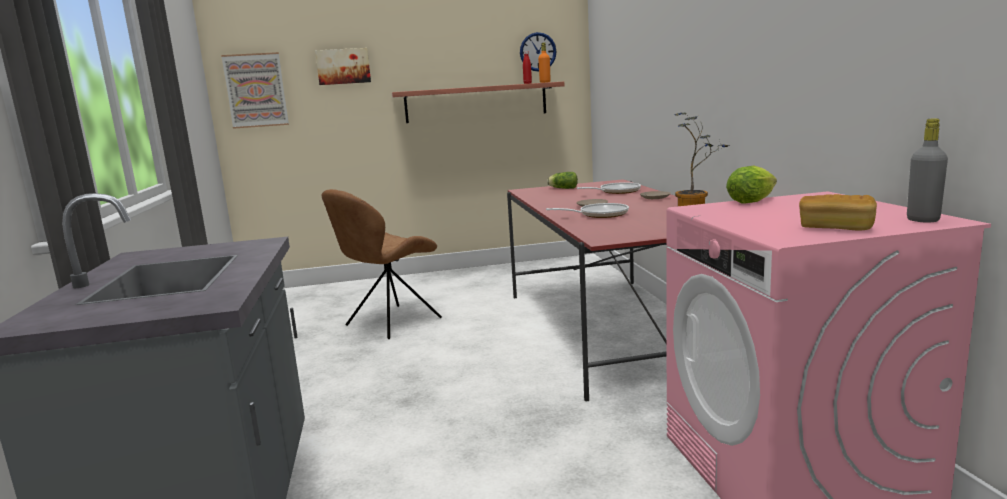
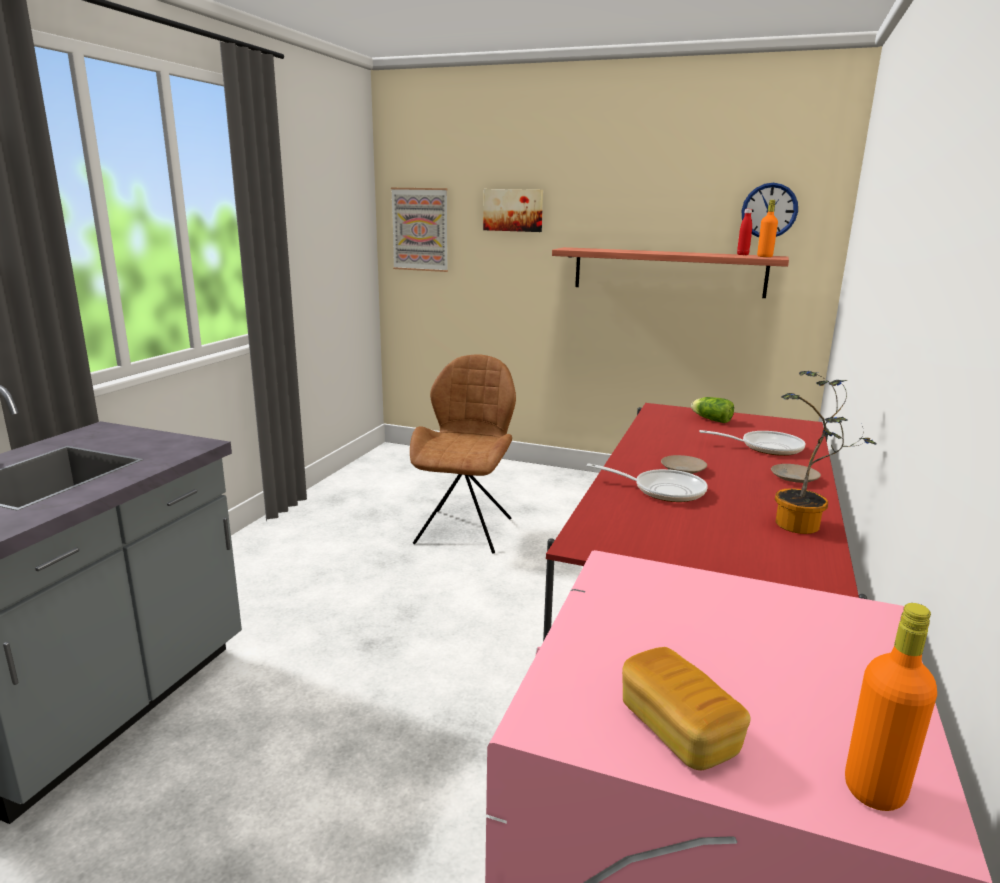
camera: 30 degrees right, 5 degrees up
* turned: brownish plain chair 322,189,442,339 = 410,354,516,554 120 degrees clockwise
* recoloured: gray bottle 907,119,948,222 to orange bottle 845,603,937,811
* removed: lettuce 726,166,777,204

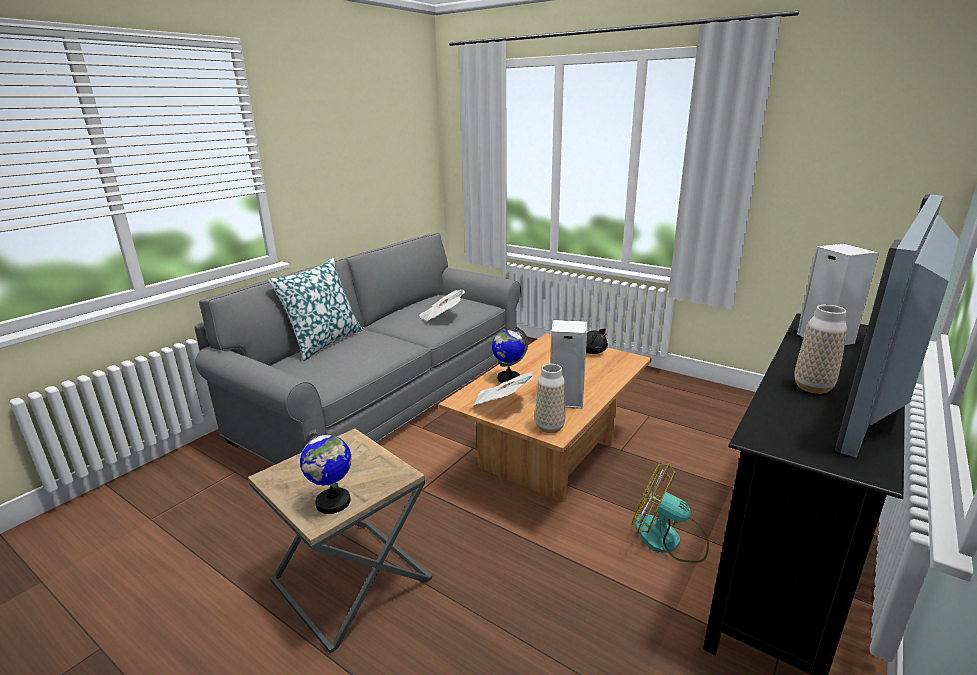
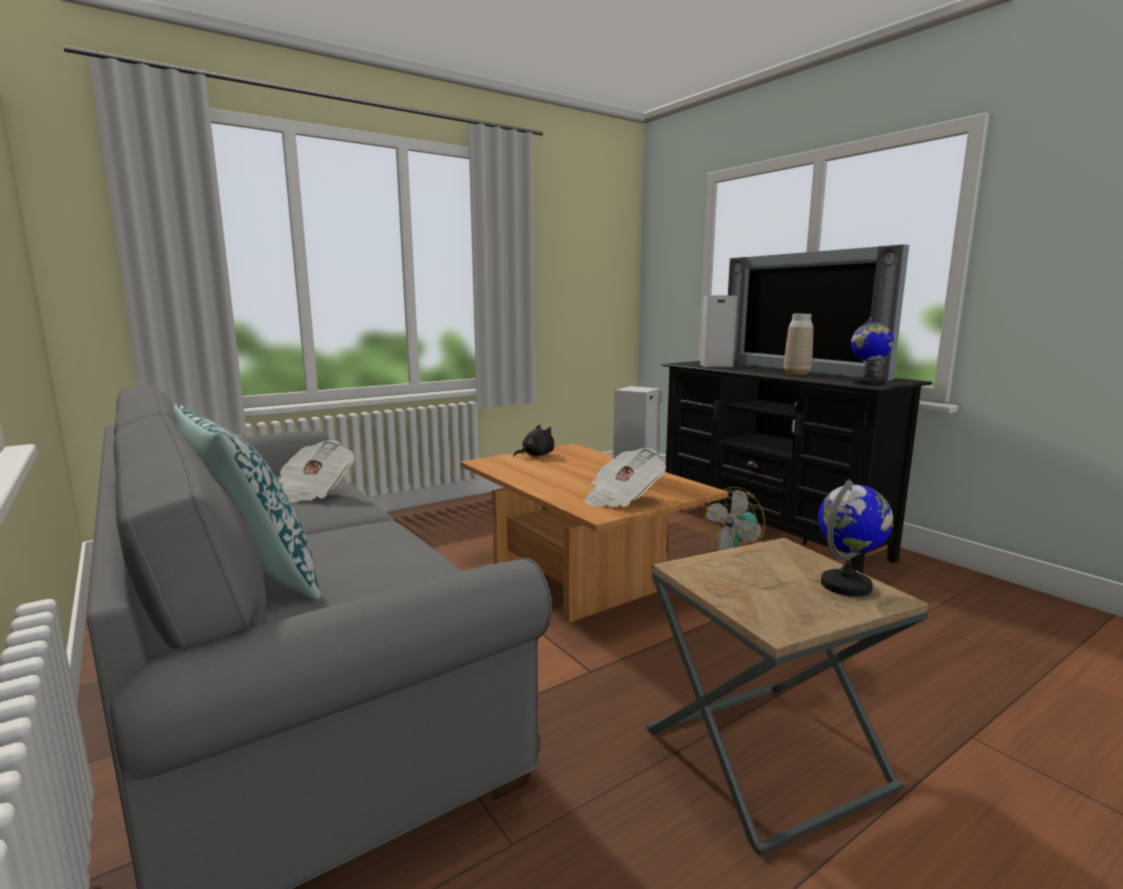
camera: 70 degrees left, 10 degrees down
* moved: globe 492,327,528,383 to 851,317,894,385
* removed: decorative vase 535,364,566,433

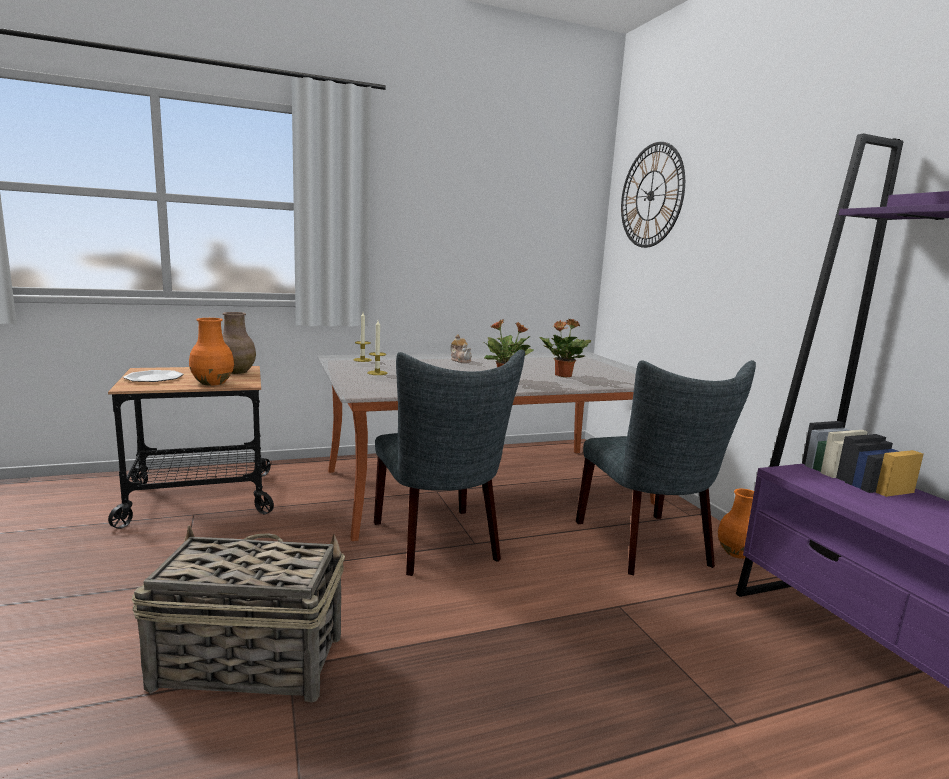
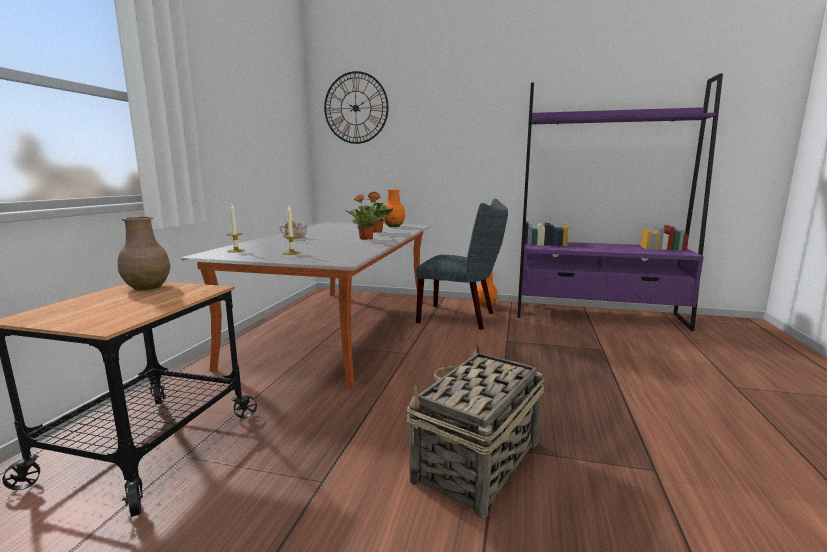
camera: 55 degrees left, 0 degrees up
* moved: orange decorative vase 189,318,234,385 to 383,190,405,227
* removed: dinner plate 123,370,184,382
* removed: gray plain chair 374,349,525,576

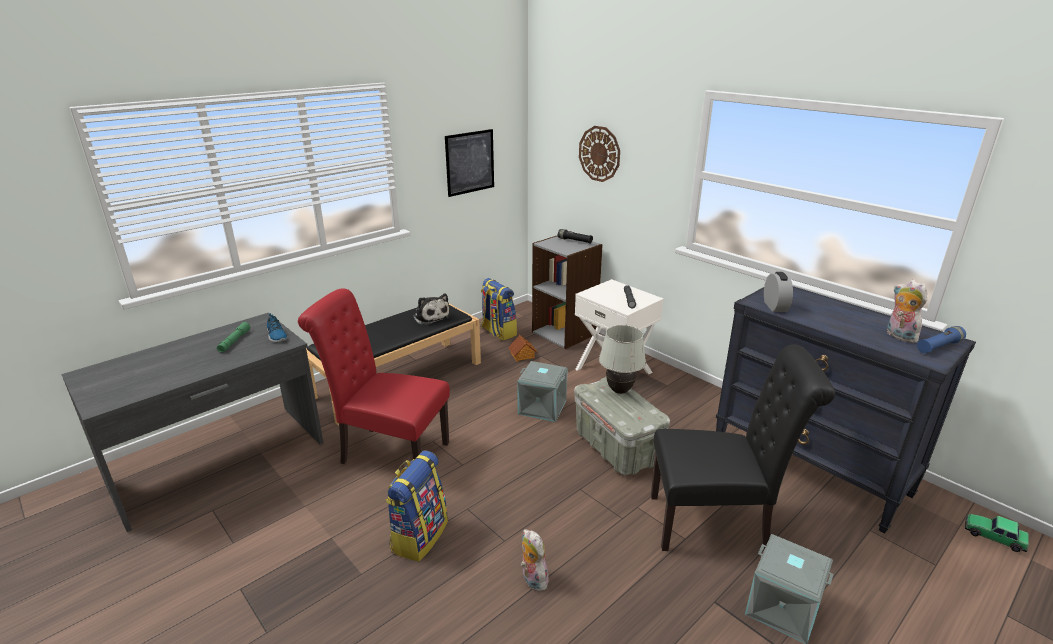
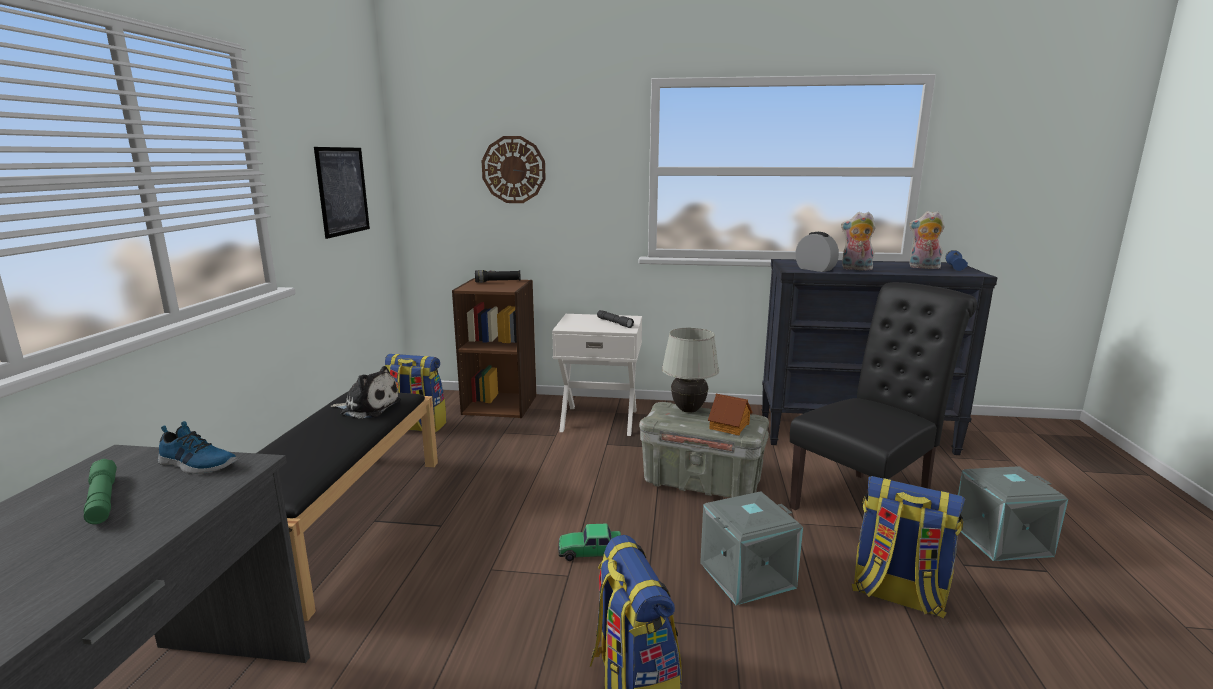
camera: 40 degrees left, 10 degrees down
* recoloured: gray shelving unit 532,235,603,349 to brownish shelving unit 452,278,537,418
* moved: toy car 965,514,1029,552 to 558,524,621,561
* moved: gray storage container 517,361,568,422 to 700,491,803,605
* moved: toy house 508,335,537,362 to 708,394,752,435
* moved: soft toy 520,529,549,591 to 841,212,876,270
* added: rucksack 852,476,965,618
* removed: red plain chair 298,288,450,464

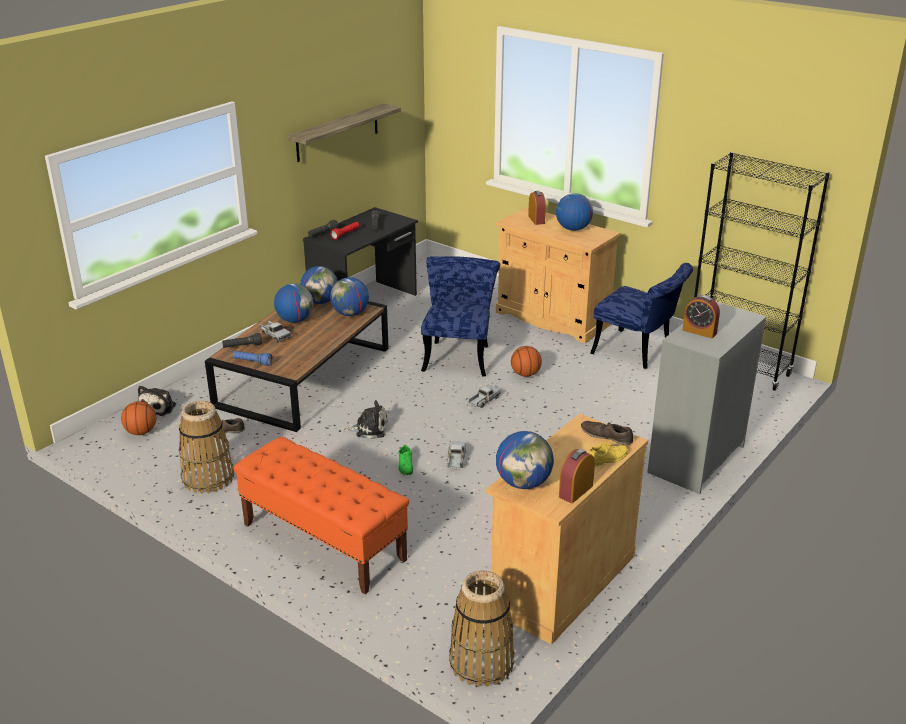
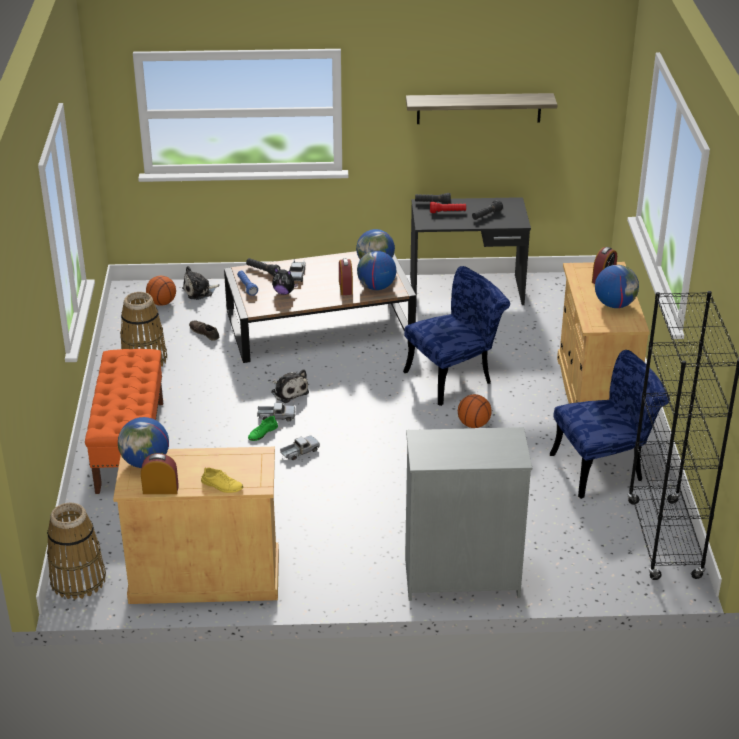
camera: 50 degrees right, 5 degrees up
* moved: toy lorry 469,385,501,408 to 257,403,296,421
* added: soft toy 272,268,298,295
* moved: table clock 683,295,720,338 to 339,258,353,295
* turned: bluish plain chair 590,263,693,369 = 550,350,670,499 105 degrees counterclockwise
* removed: globe 274,283,314,323
* removed: brownish item of footwear 581,421,633,445

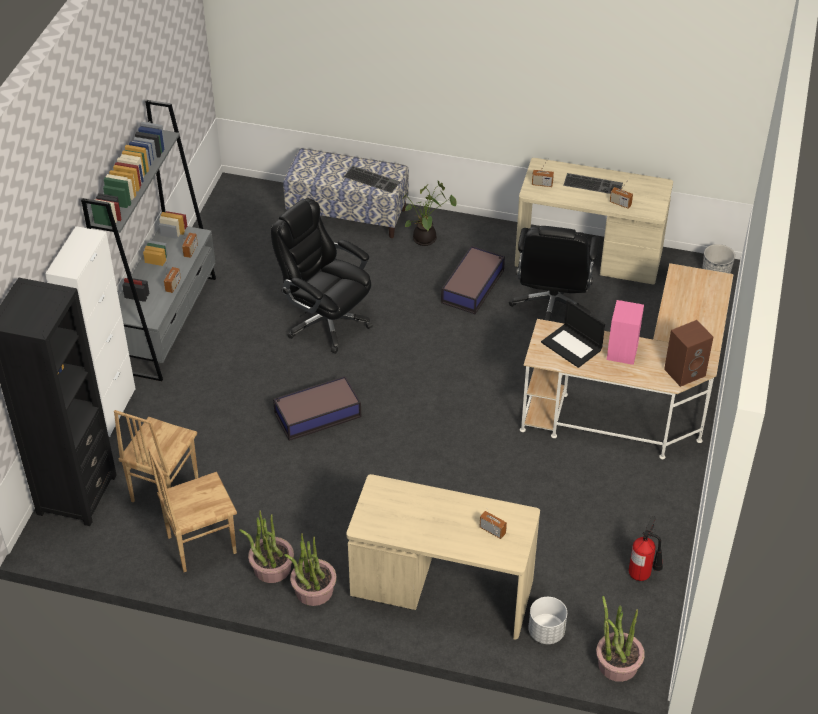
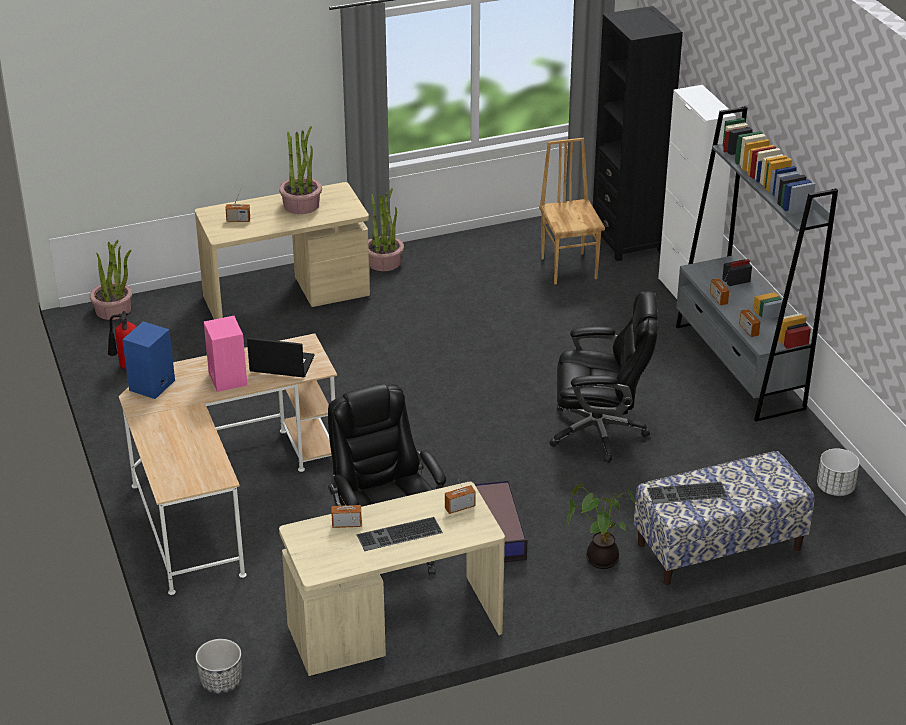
camera: 145 degrees right, 10 degrees down
* recoloured: brownish speaker 664,320,713,387 to bluish speaker 122,321,175,399
* moved: potted plant 239,510,294,583 to 279,126,322,214
* moved: white plant pot 528,597,567,644 to 817,448,859,496
* removed: brownish plain chair 148,447,237,572
* removed: storage container 273,376,361,441

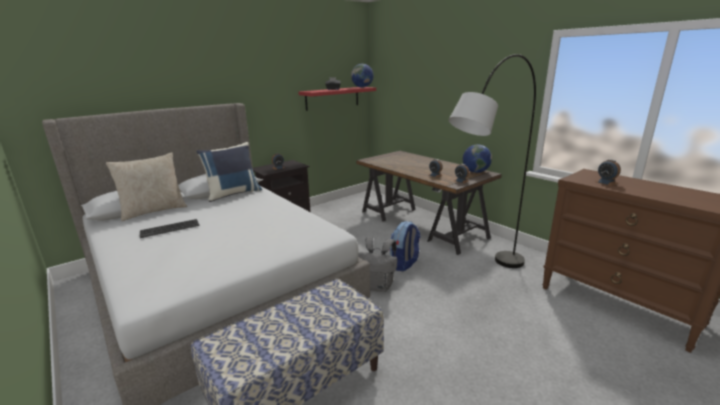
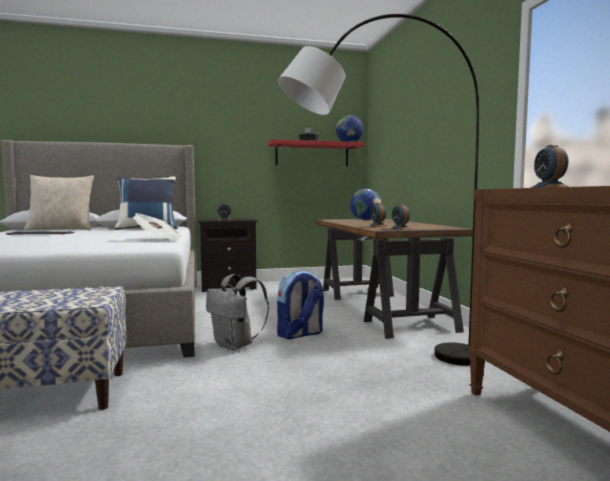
camera: 25 degrees right, 15 degrees down
* added: newspaper 133,213,182,241
* moved: globe 463,144,492,173 to 350,189,381,220

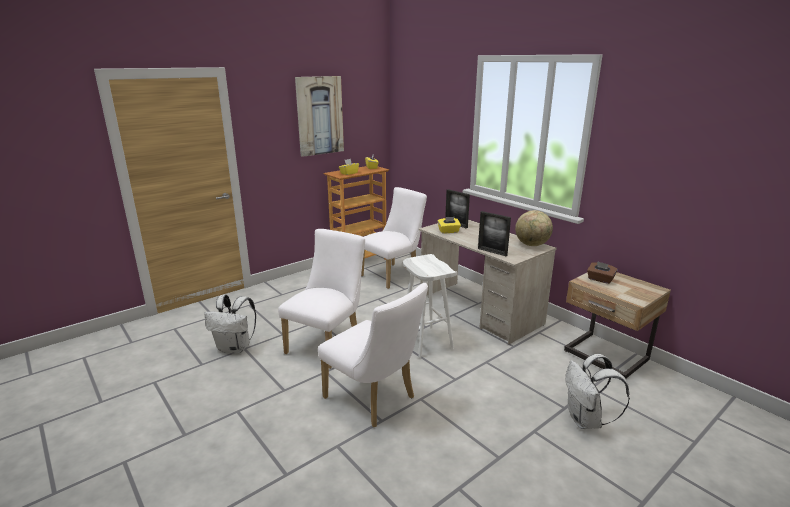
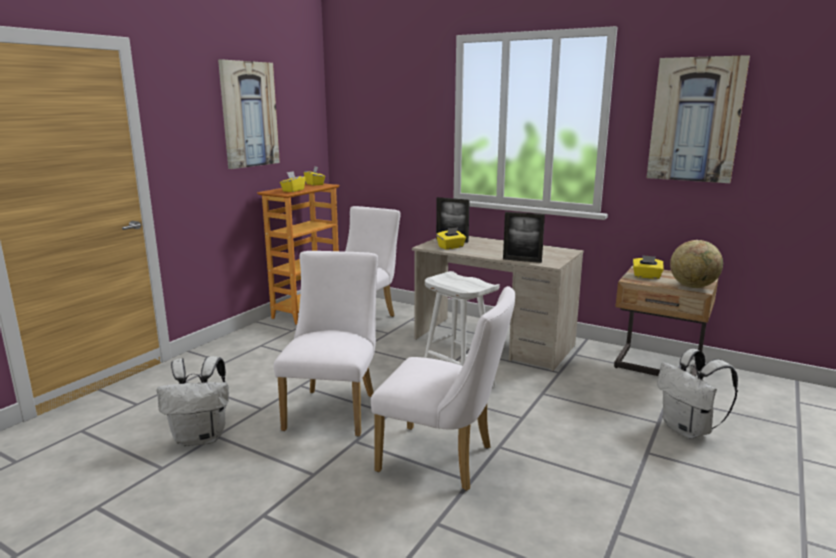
camera: 20 degrees left, 5 degrees down
* recoloured: brownish box of tissues 587,261,618,284 to yellow-coloured box of tissues 633,255,664,279
* added: wall picture 647,55,750,183
* moved: globe 515,210,553,246 to 670,240,723,288

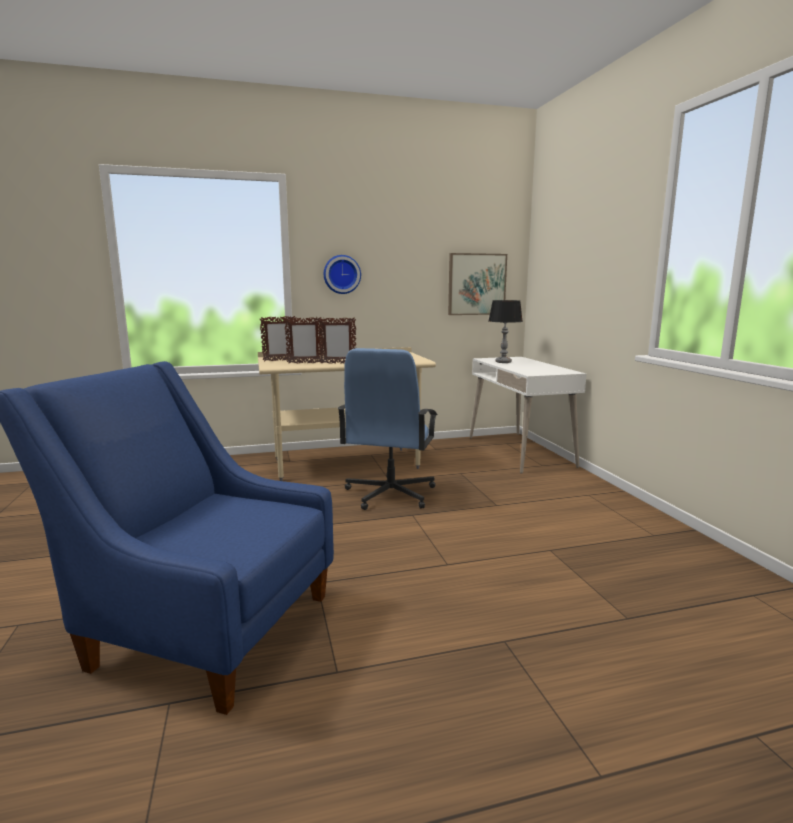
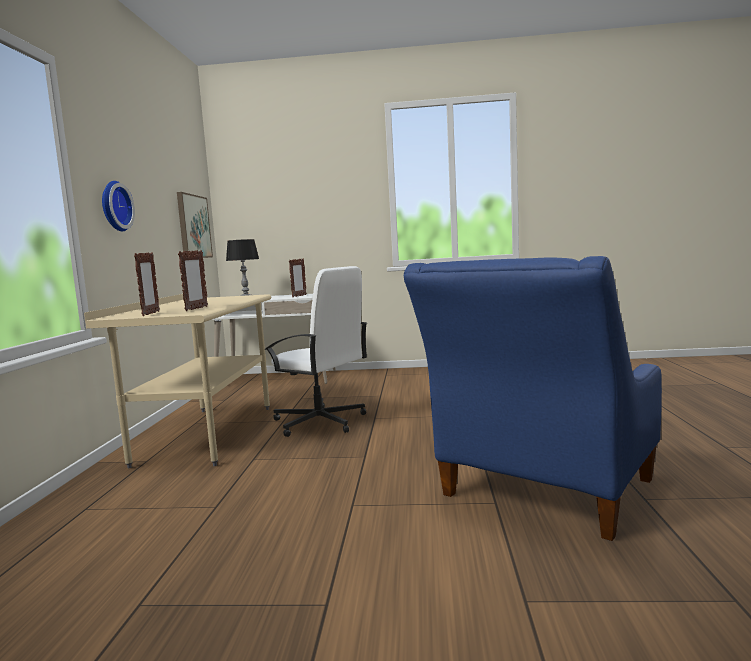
camera: 70 degrees left, 5 degrees down
* recoloured: bluish office chair 337,348,437,510 to white office chair 265,266,367,437
* moved: photo frame 318,317,356,364 to 289,258,307,297

